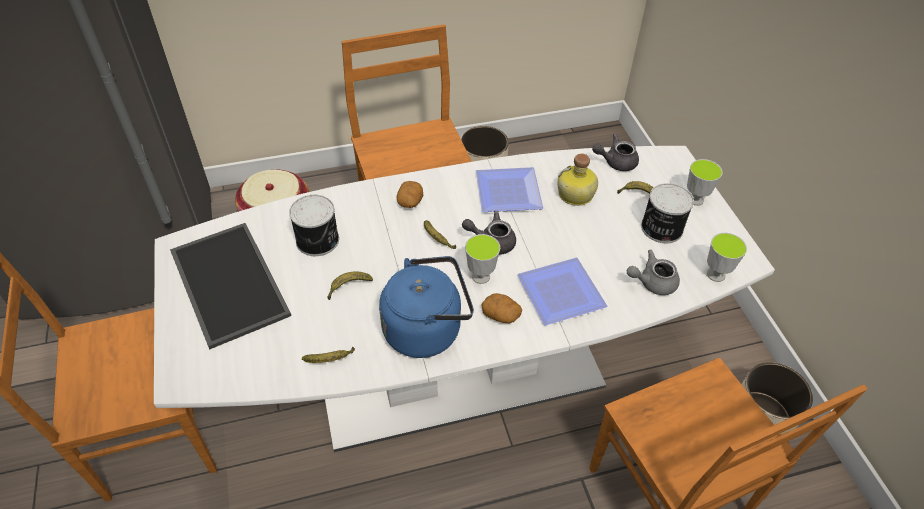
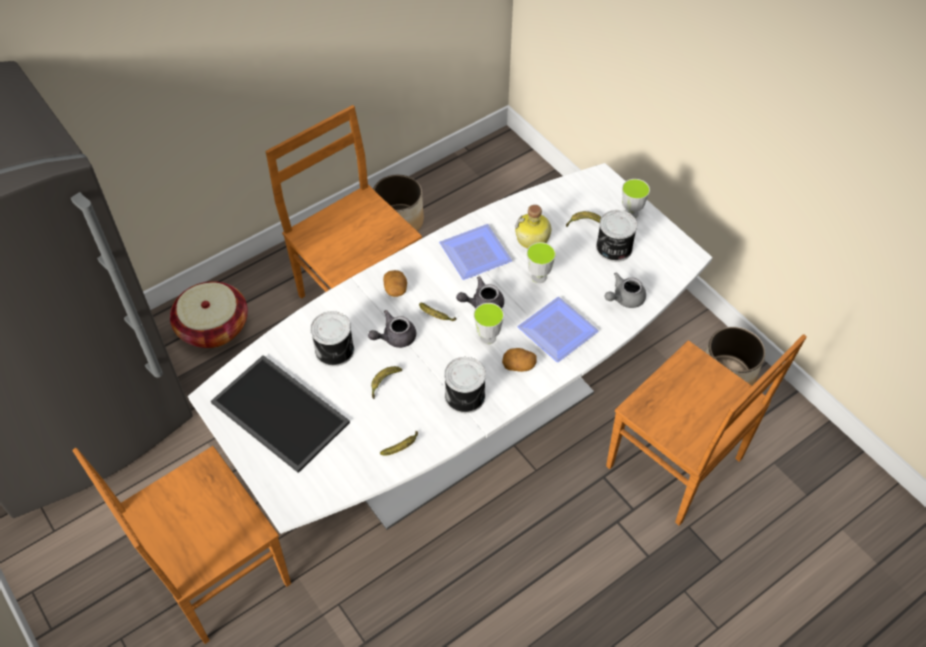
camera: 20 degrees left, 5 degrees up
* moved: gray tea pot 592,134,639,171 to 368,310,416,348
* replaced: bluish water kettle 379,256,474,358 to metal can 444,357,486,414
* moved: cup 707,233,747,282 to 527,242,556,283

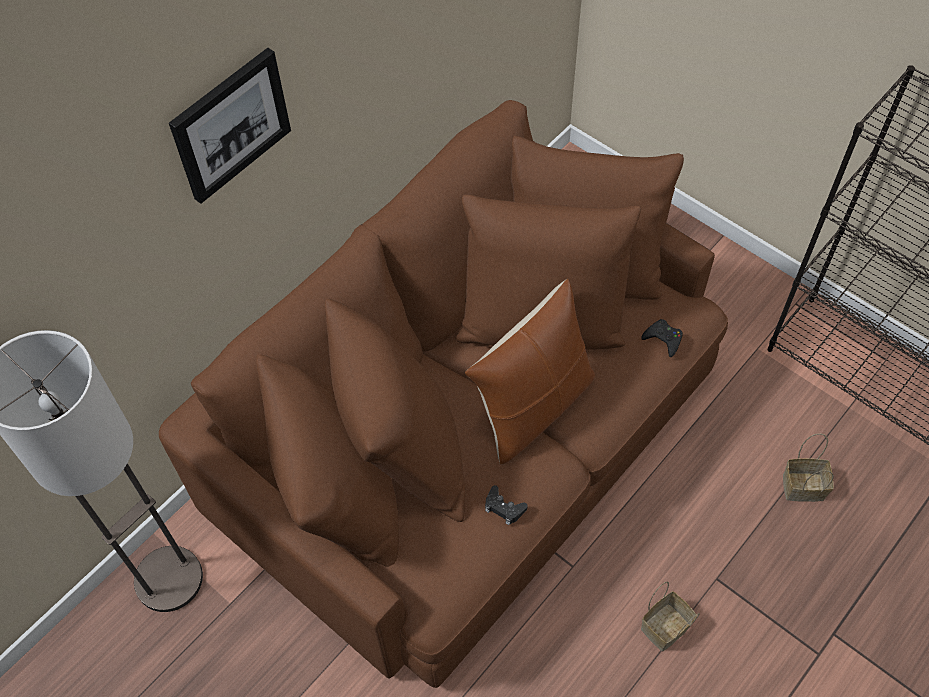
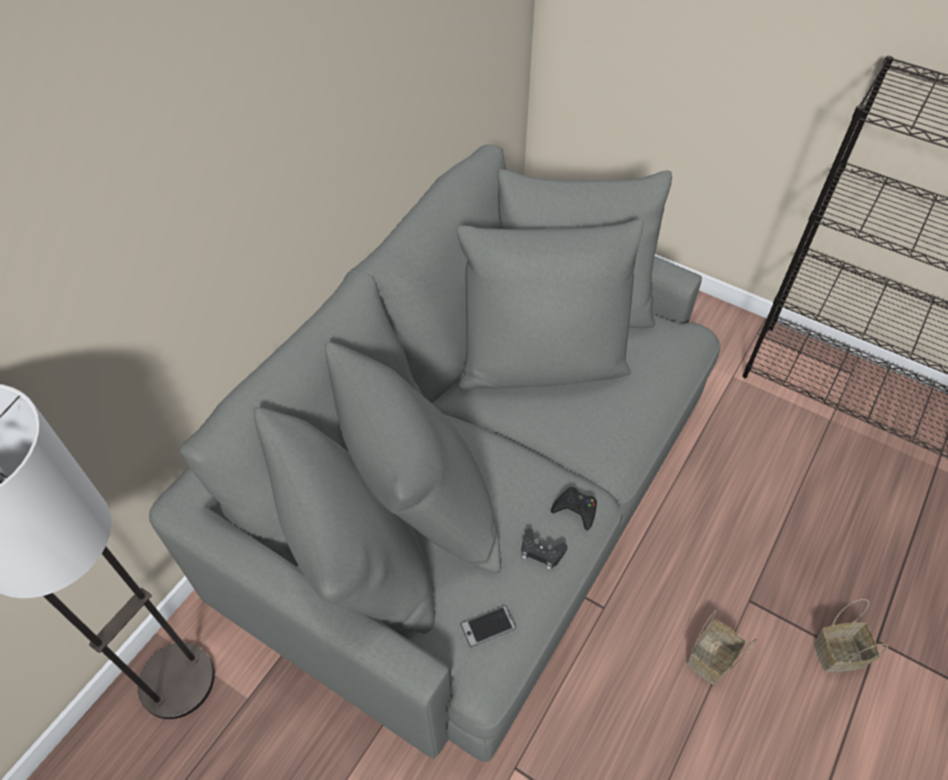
camera: 10 degrees left, 5 degrees down
* recoloured: brownish couch 159,100,728,688 to gray couch 149,145,720,762
* added: handset 460,605,516,648
* moved: black joypad 641,319,683,357 to 551,487,597,530
* moved: basket 783,433,834,502 to 814,599,888,673
* removed: wall picture 169,48,291,204
* removed: brownish throw pillow 465,278,595,465

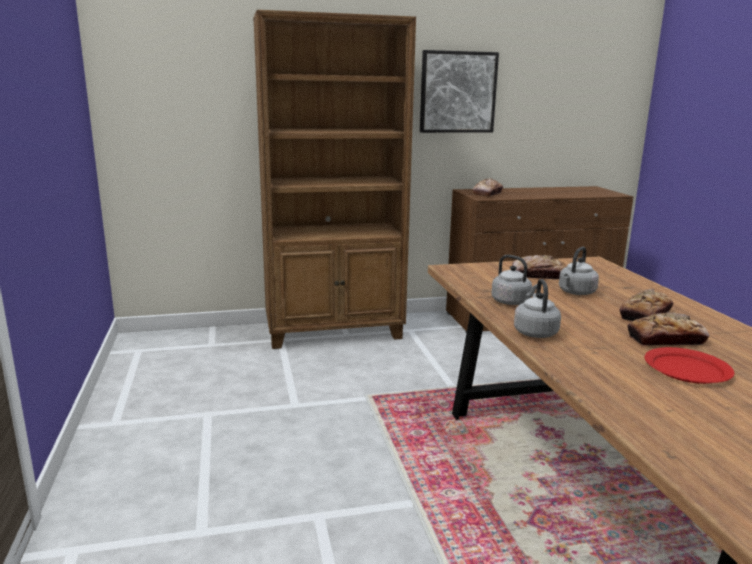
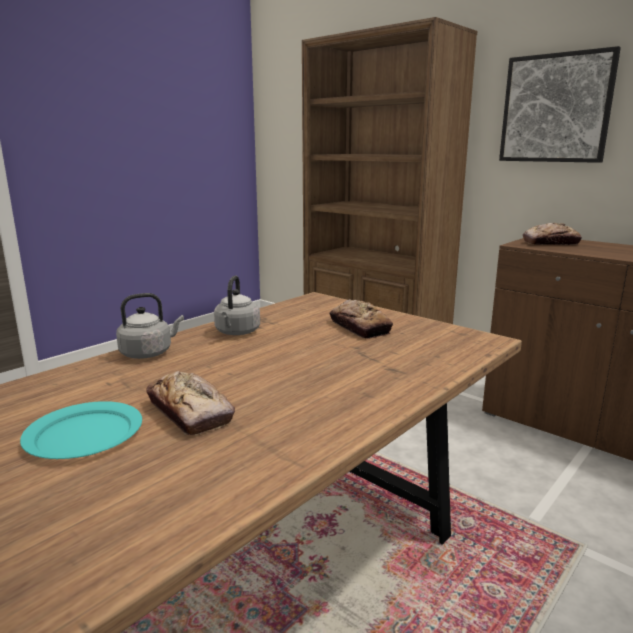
camera: 55 degrees right, 0 degrees up
* recoloured: red dinner plate 645,347,734,384 to turquoise dinner plate 20,401,142,459
* removed: gray water kettle 559,247,599,295
* removed: bread 620,289,674,321

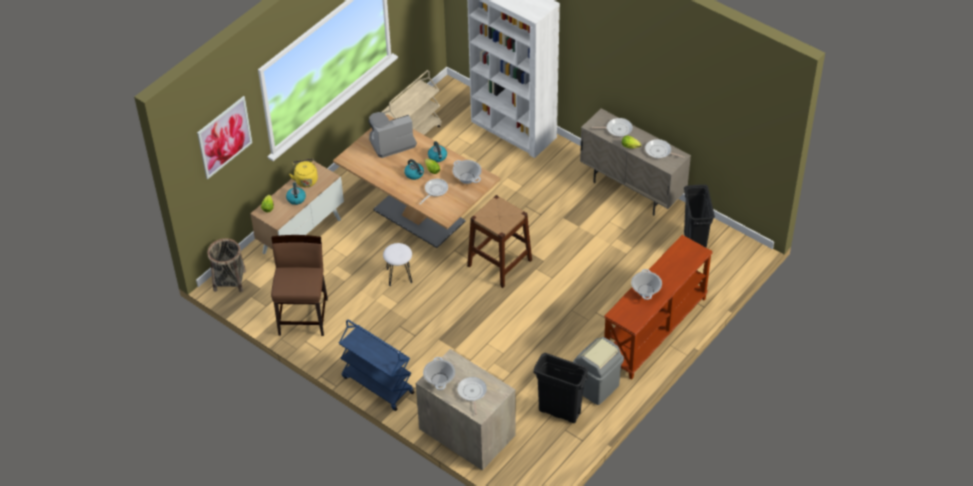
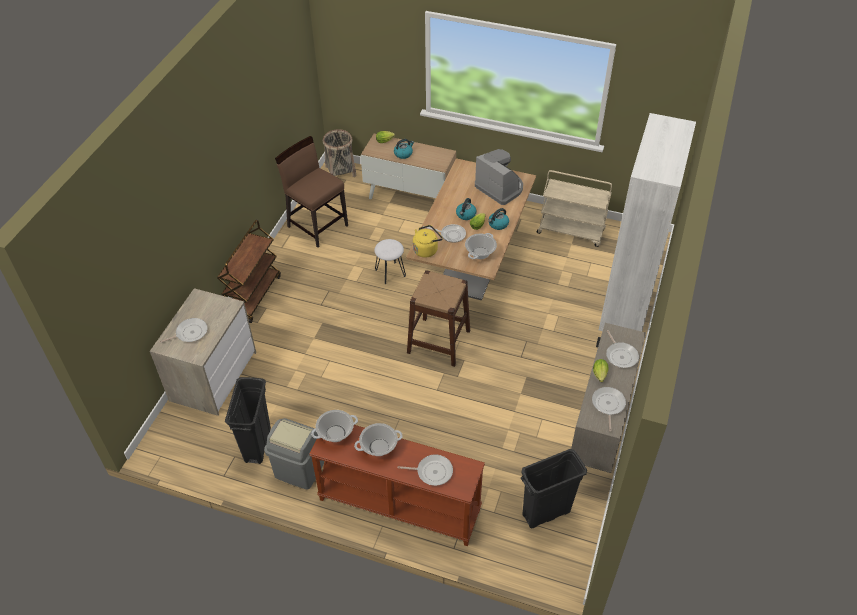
camera: 70 degrees right, 0 degrees up
* recoloured: bluish cart 339,319,414,411 to brownish cart 217,220,281,323
* turned: brownish plain chair 271,235,328,336 = 275,136,348,248 120 degrees counterclockwise
* moved: cooking pot 423,357,455,390 to 311,410,358,442
* added: pan 398,455,453,486
* moved: yellow-coloured water kettle 289,158,318,187 to 413,225,443,258
* removed: wall picture 197,96,252,179

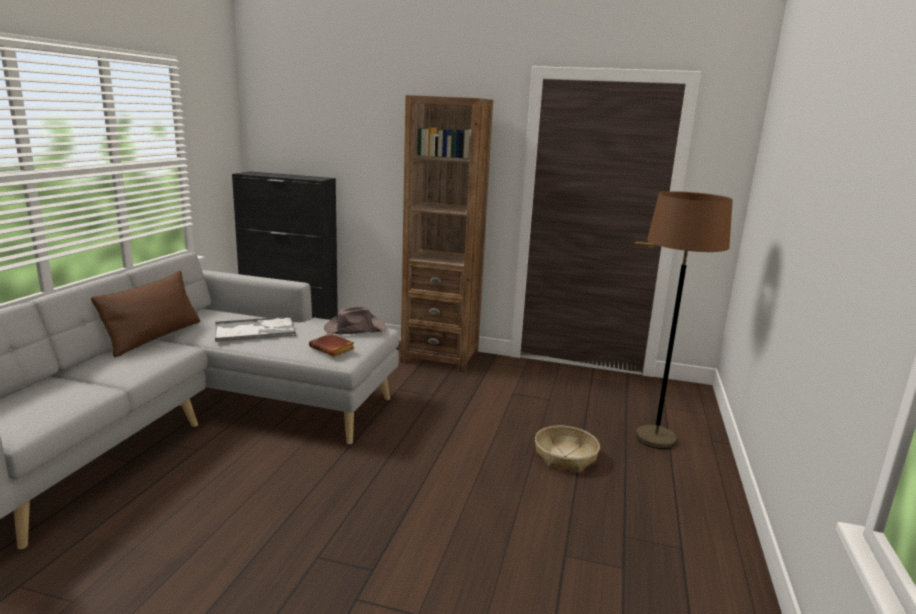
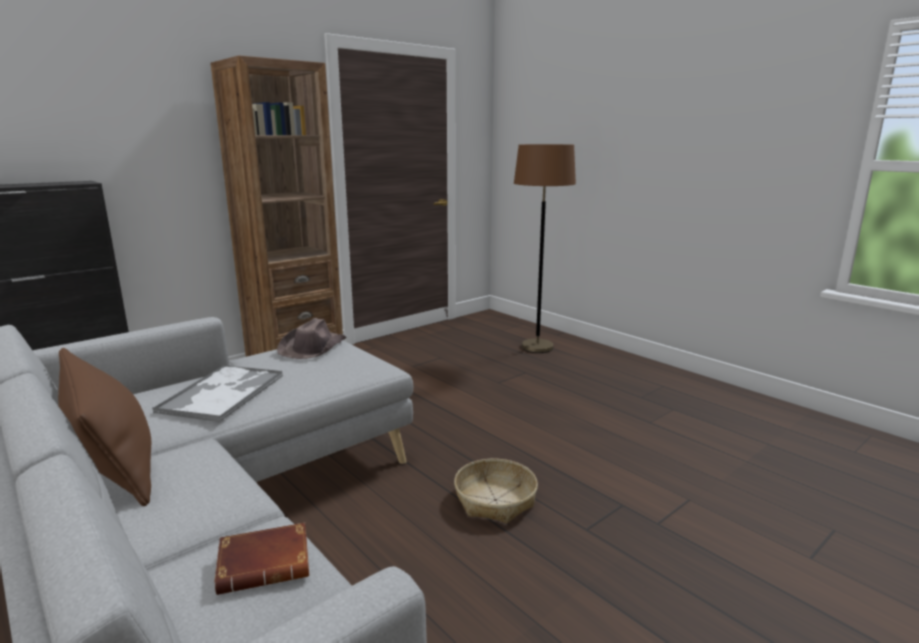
camera: 55 degrees left, 0 degrees up
* moved: brownish book 309,333,354,357 to 215,523,309,595
* moved: basket 535,426,600,473 to 454,459,538,523

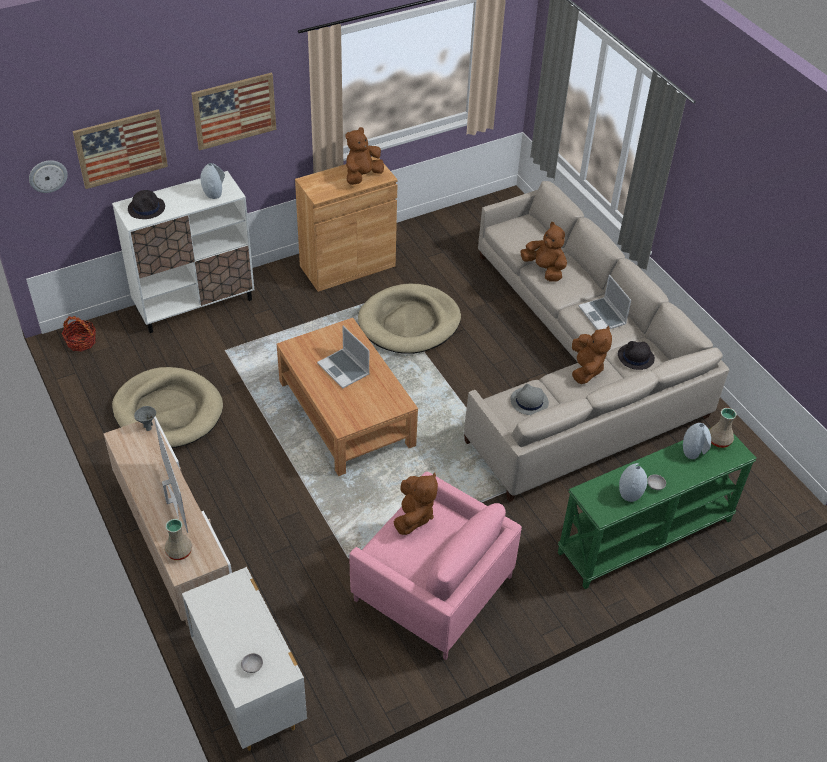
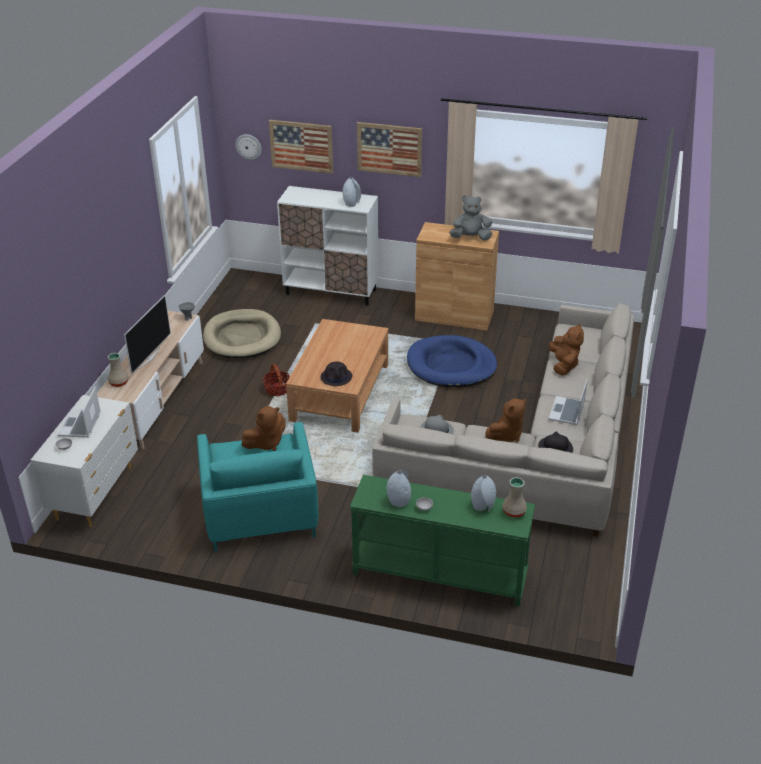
camera: 45 degrees right, 10 degrees down
* moved: notebook computer 317,326,370,388 to 58,387,101,438
* recoloured: pinkish lounge chair 349,471,522,660 to turquoise lounge chair 197,422,318,552
* moved: basket 62,316,96,352 to 263,363,290,396
* moved: black wearable hat 128,190,165,219 to 320,361,352,386
* recoloured: sand-coloured dog cushion 358,284,461,354 to bluish dog cushion 407,335,497,387
* recoloured: brownish soft toy 345,127,384,185 to gray soft toy 449,195,492,240

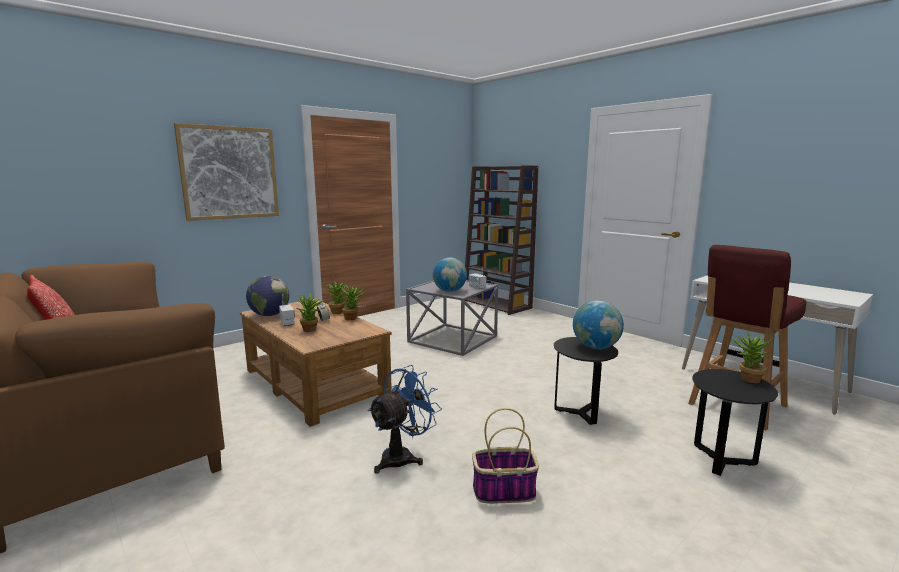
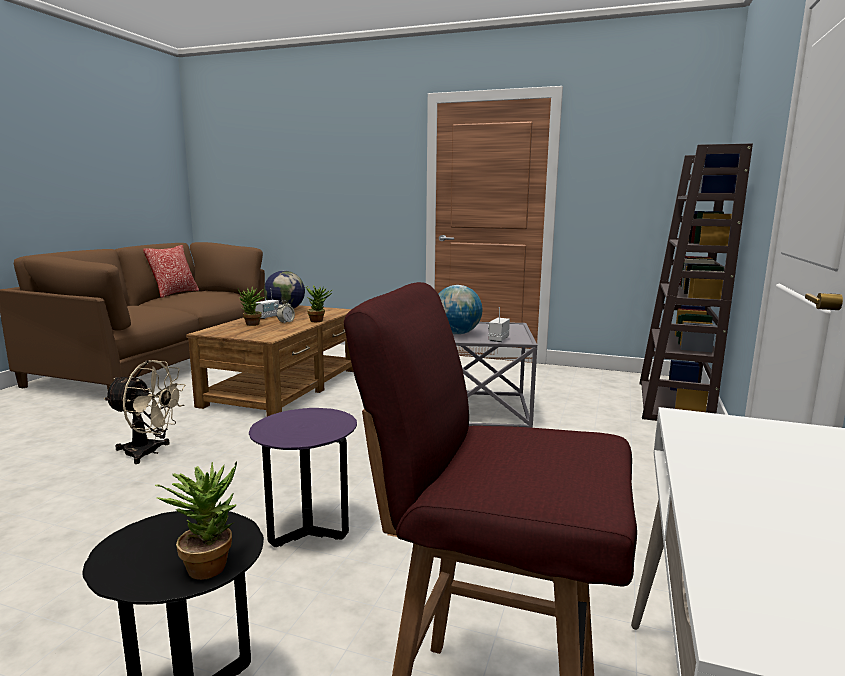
camera: 60 degrees right, 0 degrees up
* recoloured: bluish electric fan 368,365,442,474 to sand-coloured electric fan 103,360,186,464
* recoloured: black accent table 554,337,618,425 to purplish accent table 249,408,357,547
* removed: wall picture 174,123,279,221
* removed: potted plant 339,286,366,320
* removed: basket 472,408,539,503
* removed: globe 573,300,624,349

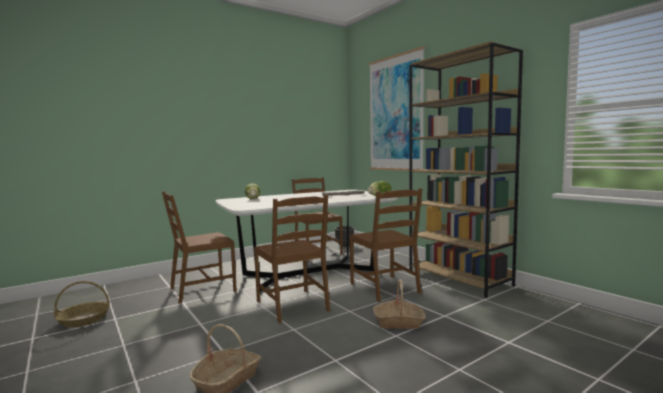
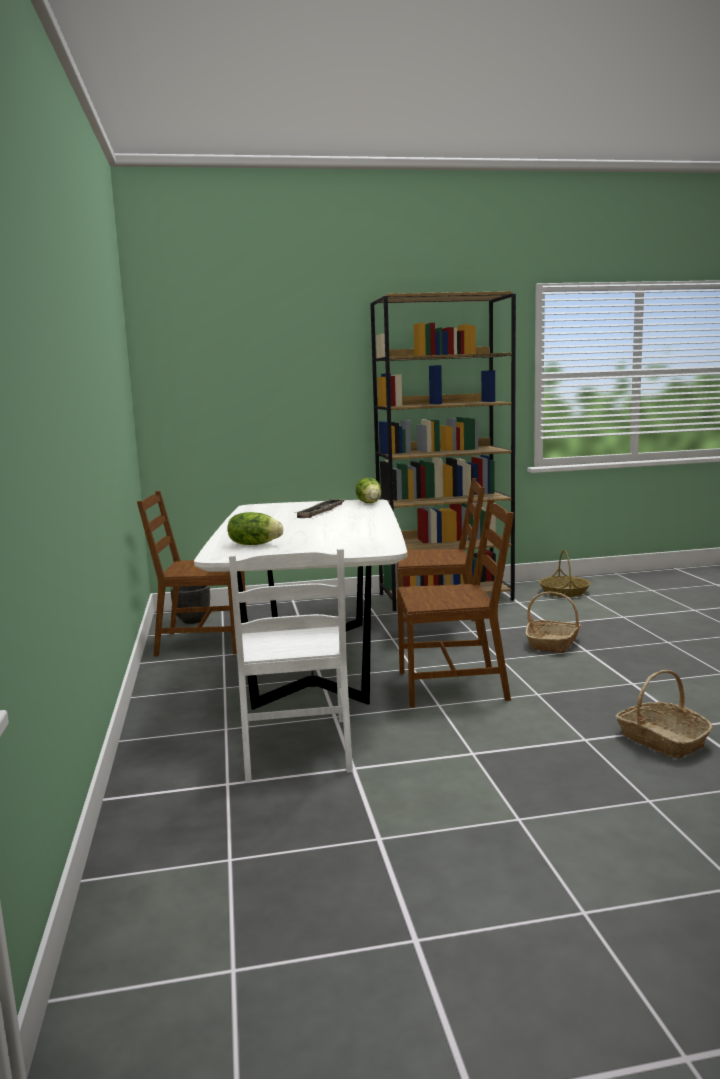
camera: 65 degrees left, 5 degrees up
* recoloured: brownish plain chair 162,191,237,303 to white plain chair 229,548,353,783
* moved: basket 54,281,110,327 to 539,550,591,597
* removed: wall picture 369,46,425,171

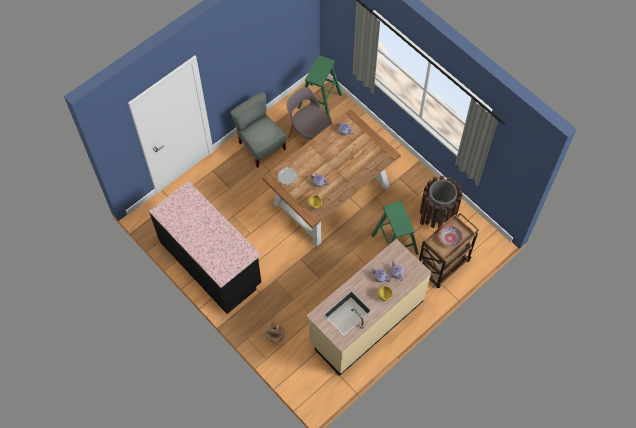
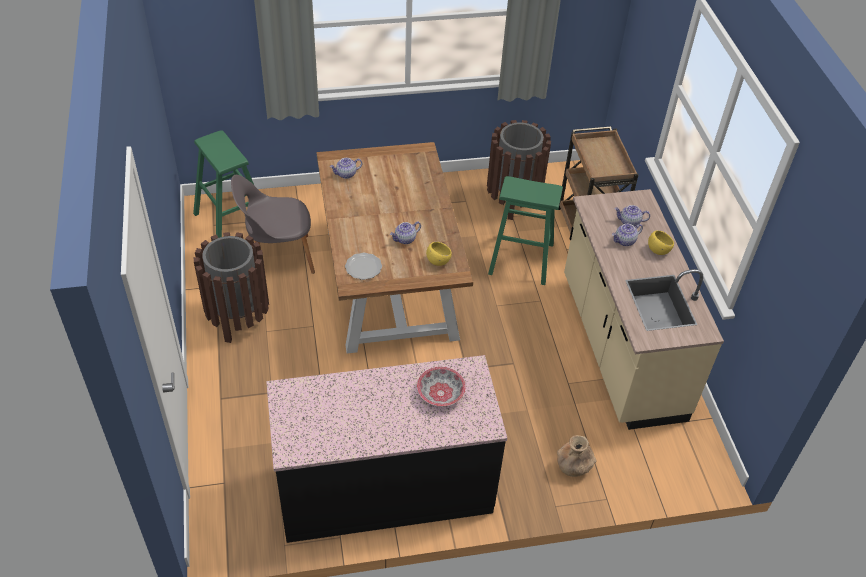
camera: 60 degrees left, 15 degrees down
* replaced: gray plain chair 230,92,286,168 to brownish waste bin 194,232,269,343
* moved: bowl 439,225,463,247 to 417,367,466,407

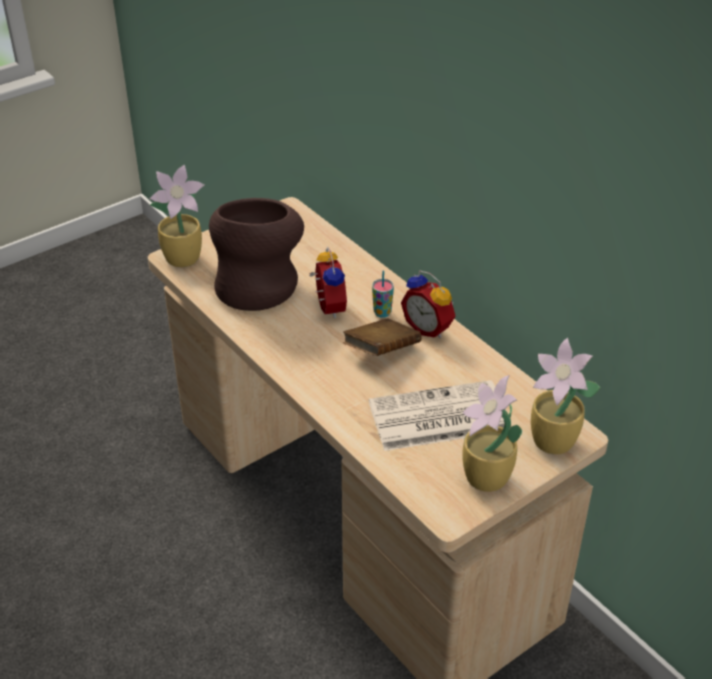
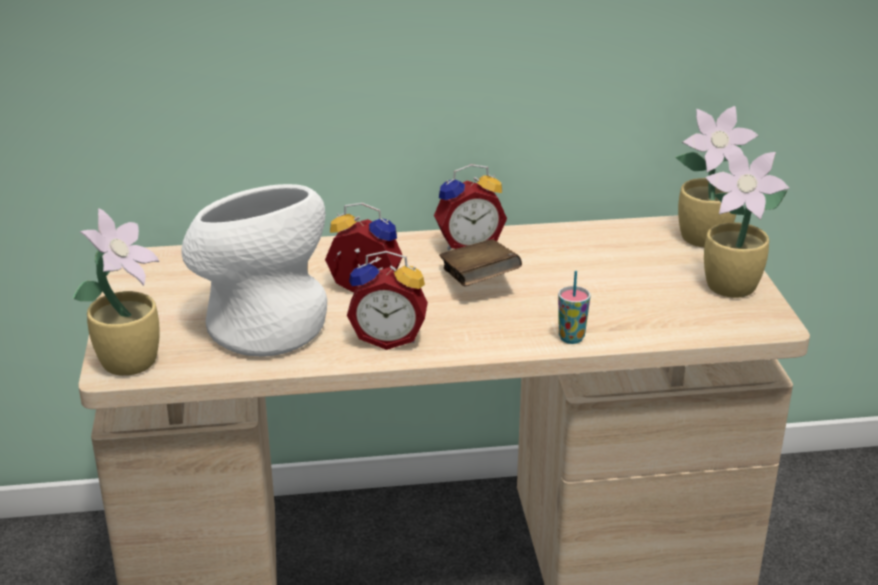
camera: 60 degrees left, 10 degrees down
* recoloured: brownish decorative vase 209,198,304,311 to white decorative vase 181,184,327,357
* added: table clock 347,251,428,350
* moved: cup 372,270,394,318 to 558,271,590,344
* removed: newspaper 369,380,506,451

